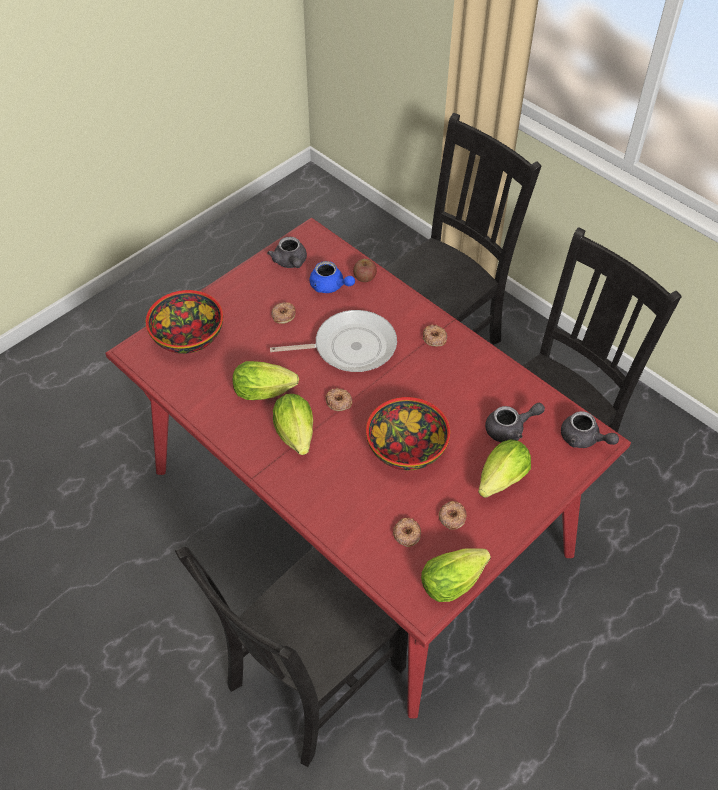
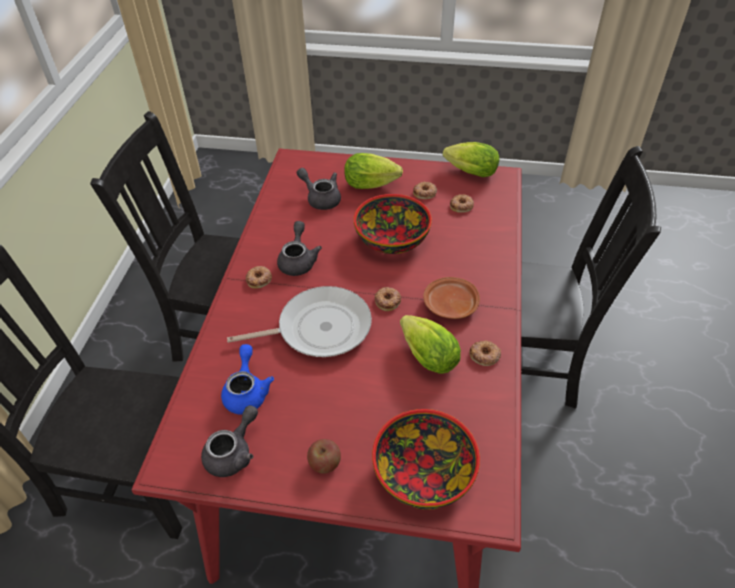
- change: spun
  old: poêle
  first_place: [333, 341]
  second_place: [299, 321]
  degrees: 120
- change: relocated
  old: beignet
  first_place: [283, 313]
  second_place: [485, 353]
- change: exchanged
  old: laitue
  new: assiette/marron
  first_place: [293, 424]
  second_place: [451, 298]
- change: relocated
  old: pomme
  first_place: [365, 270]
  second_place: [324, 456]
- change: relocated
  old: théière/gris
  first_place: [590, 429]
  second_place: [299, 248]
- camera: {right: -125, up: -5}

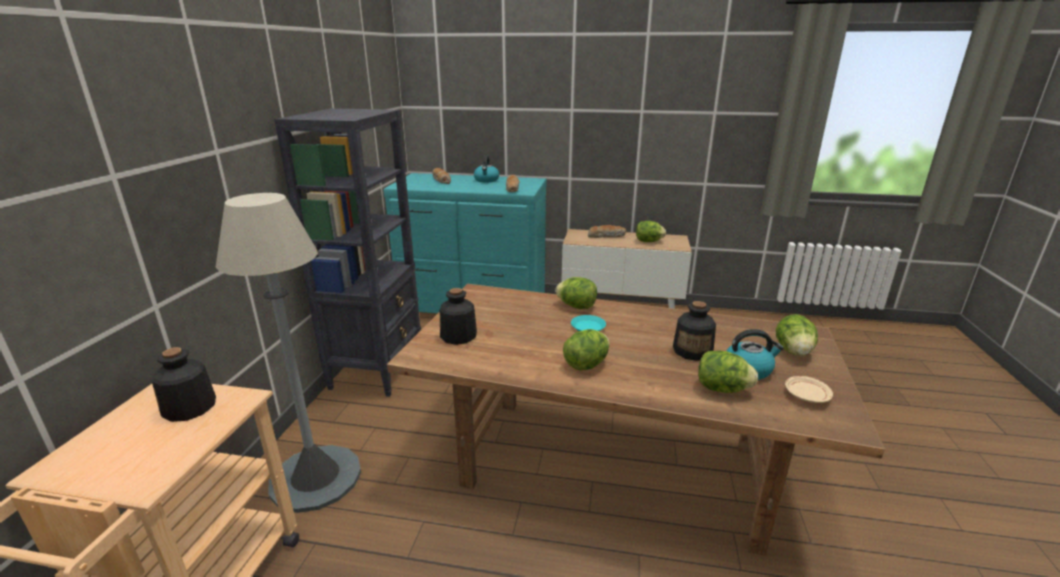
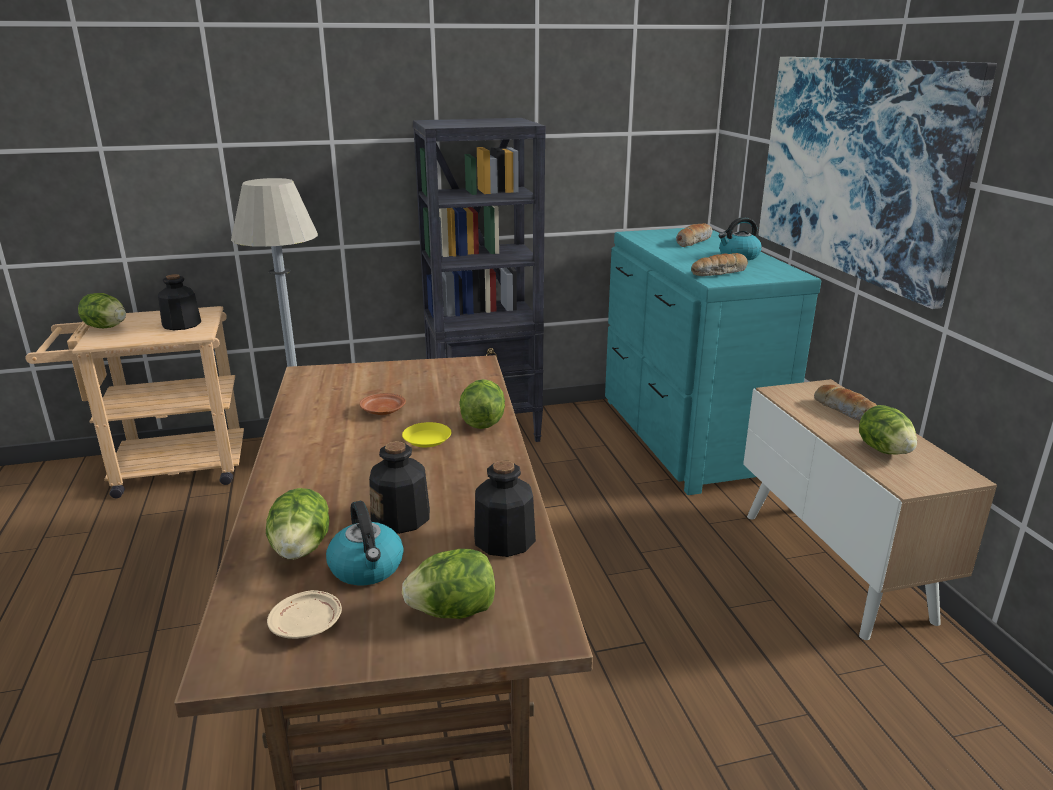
- change: relocated
  old: bouteille
  first_place: [458, 316]
  second_place: [505, 508]
- change: relocated
  old: laitue
  first_place: [586, 349]
  second_place: [102, 310]
- change: colour
  old: assiette/turquoise
  new: assiette/jaune
  first_place: [588, 323]
  second_place: [426, 434]
- change: appeared
  new: assiette/marron
  second_place: [382, 404]
- change: appeared
  new: tableau
  second_place: [878, 183]
- camera: {right: 65, up: 0}

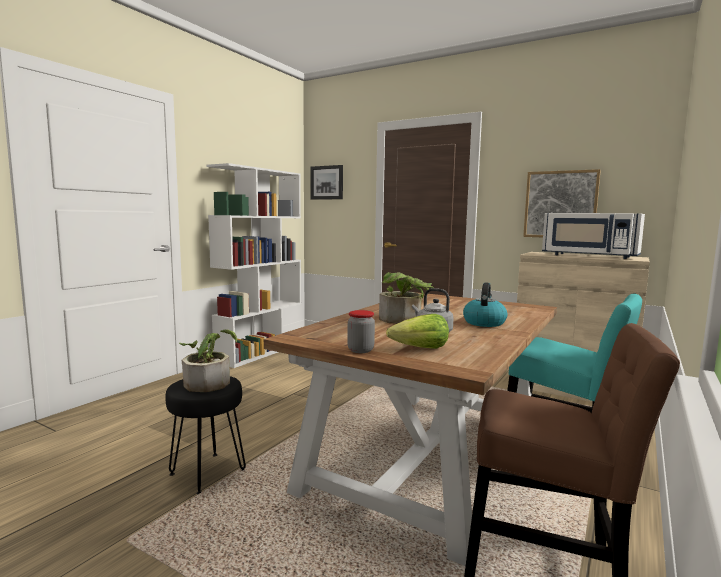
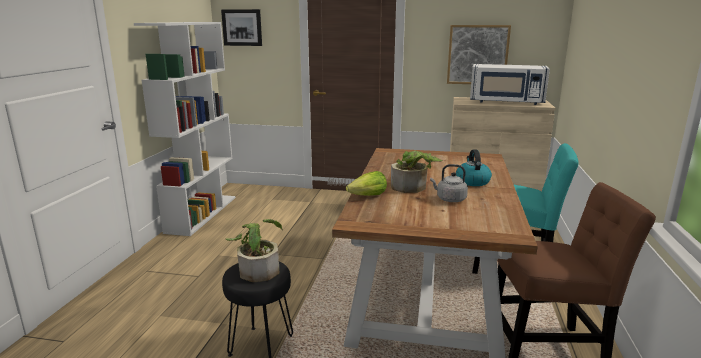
- change: missing
  old: bocal
  first_place: [361, 331]
- change: relocated
  old: laitue
  first_place: [417, 331]
  second_place: [366, 183]
- camera: {right: -20, up: 10}

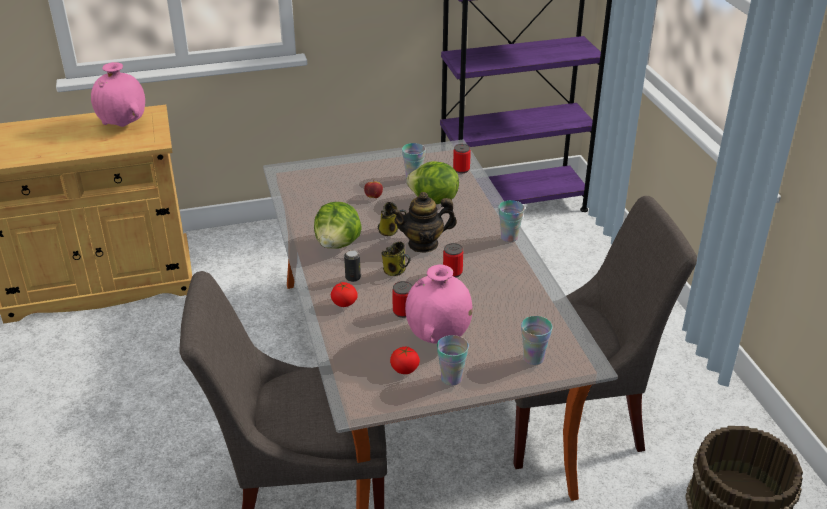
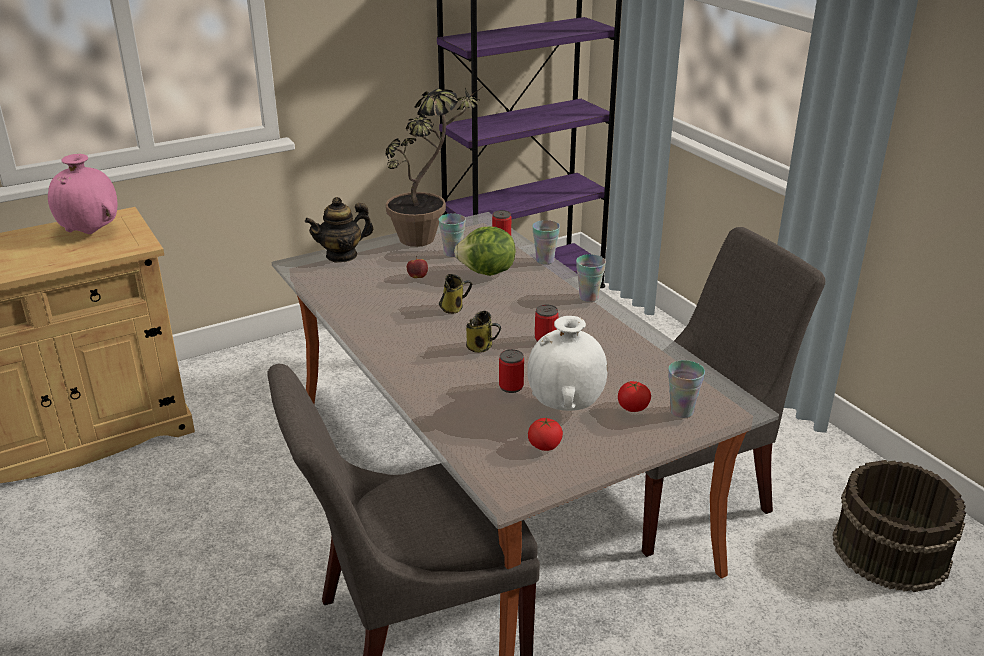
- change: missing
  old: laitue
  first_place: [338, 225]
- change: relocated
  old: tomate
  first_place: [344, 294]
  second_place: [634, 396]
- change: missing
  old: boîte métallique
  first_place: [352, 266]
- change: relocated
  old: théière
  first_place: [424, 222]
  second_place: [339, 229]
- change: colour
  old: vase/rose
  new: vase/blanc
  first_place: [439, 304]
  second_place: [567, 363]
- change: relocated
  old: tasse
  first_place: [453, 360]
  second_place: [546, 242]
- change: appeared
  new: plante en pot
  second_place: [435, 166]
- camera: {right: -15, up: -5}

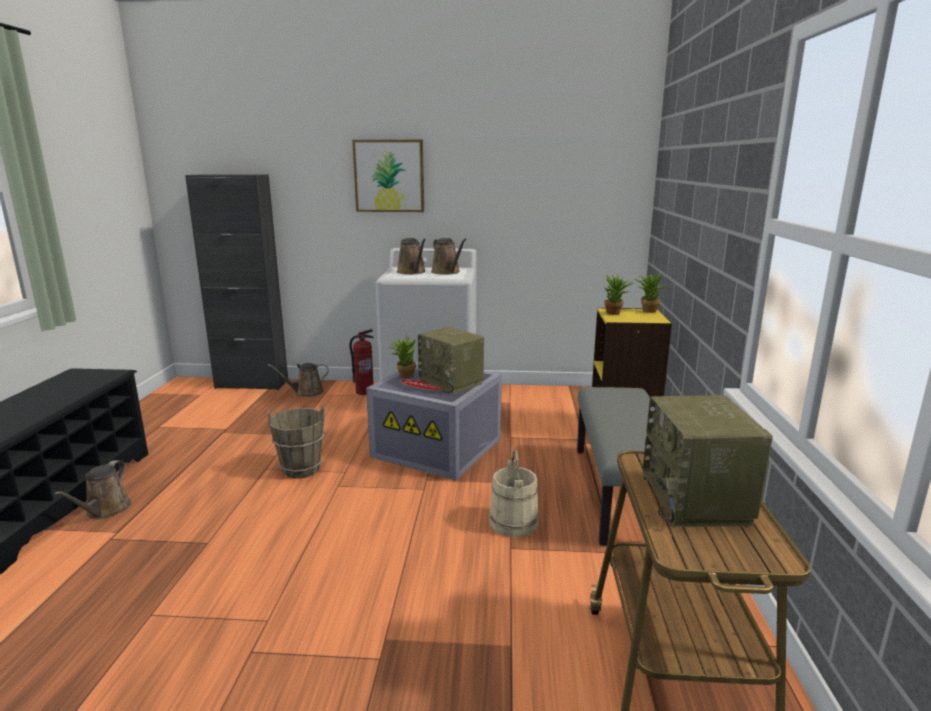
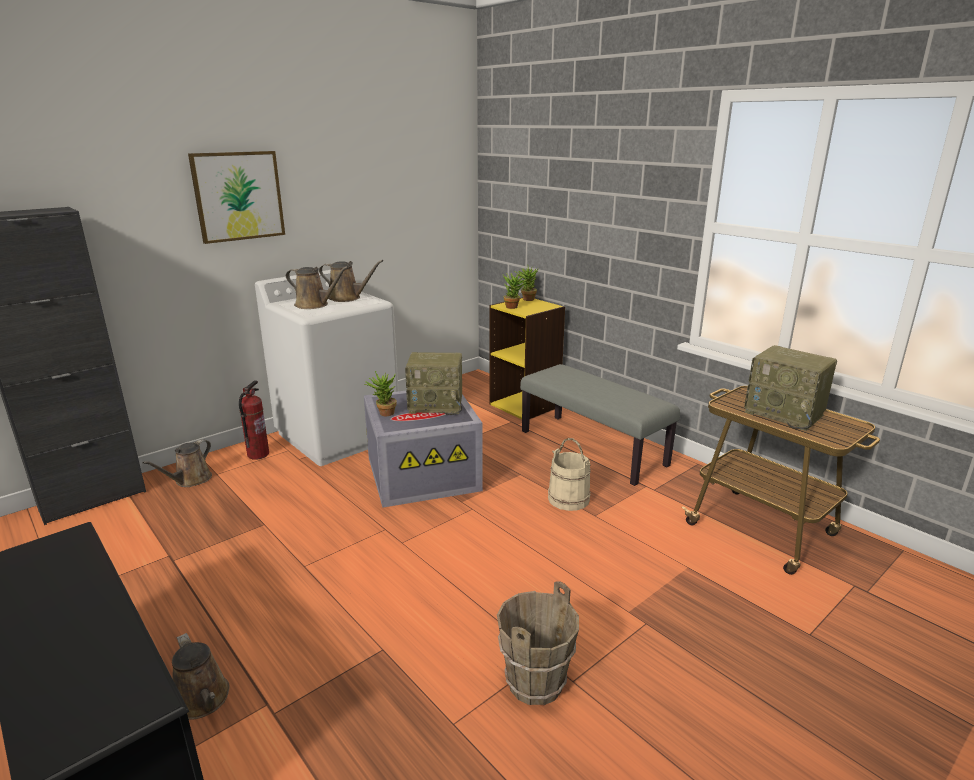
- change: relocated
  old: seau/marron
  first_place: [296, 442]
  second_place: [538, 643]
- camera: {right: -45, up: 5}

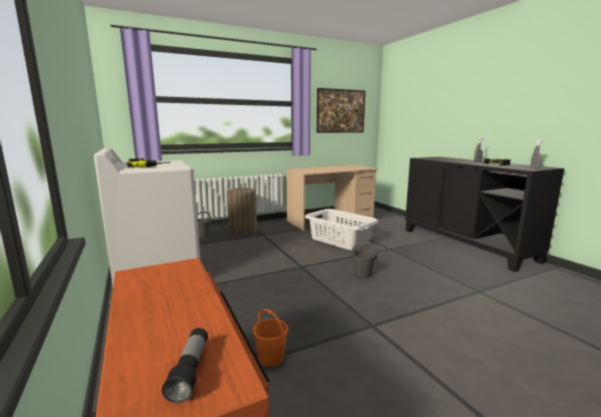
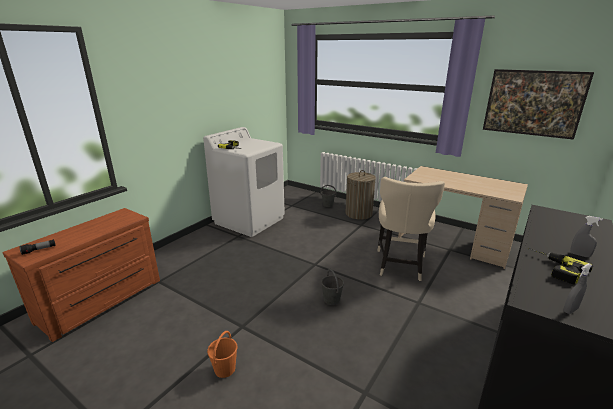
- change: relocated
  old: seau/orange
  first_place: [270, 338]
  second_place: [222, 354]
- change: exchanged
  old: panier à linge/blanc
  new: chaise/beige
  first_place: [341, 229]
  second_place: [411, 229]
- camera: {right: 60, up: 10}

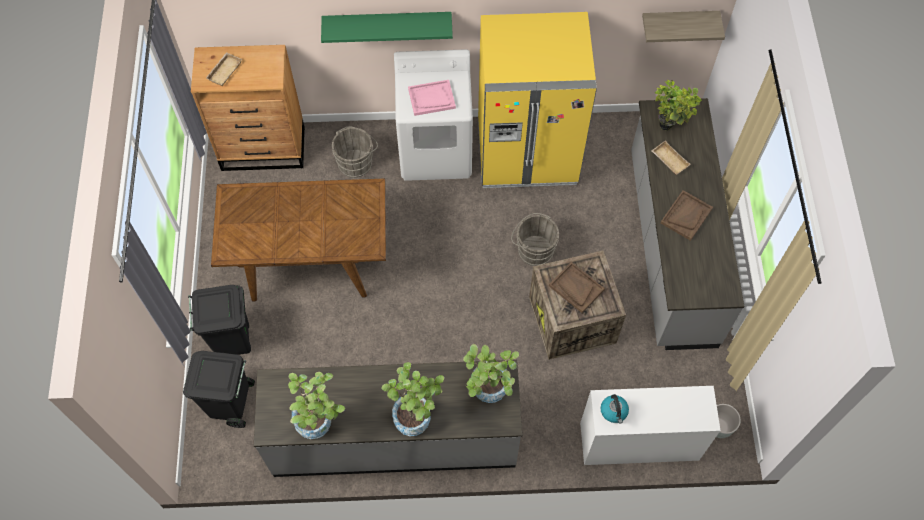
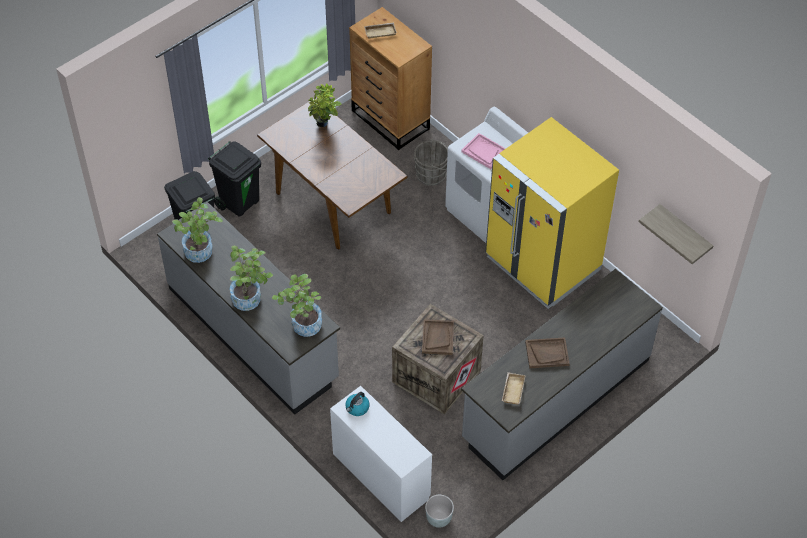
- change: missing
  old: étagère/vert
  first_place: [387, 27]
- change: missing
  old: seau/gris
  first_place: [535, 239]
- change: relocated
  old: plateau/beige
  first_place: [671, 158]
  second_place: [514, 388]
- change: relocated
  old: plante en pot
  first_place: [678, 105]
  second_place: [325, 105]
- camera: {right: 50, up: -10}

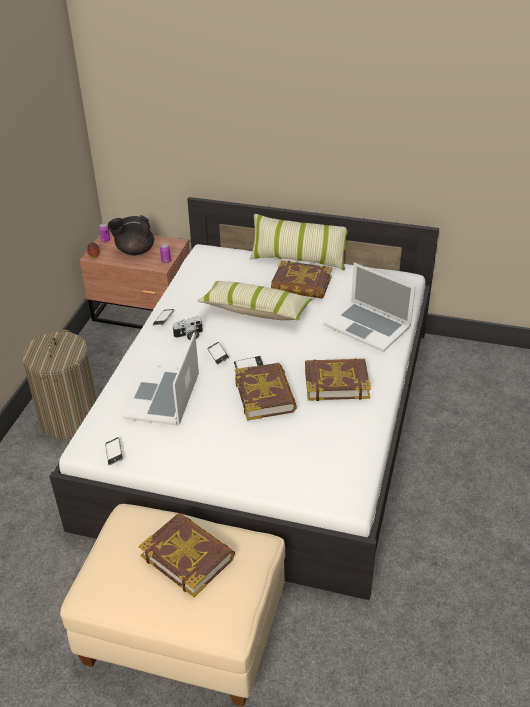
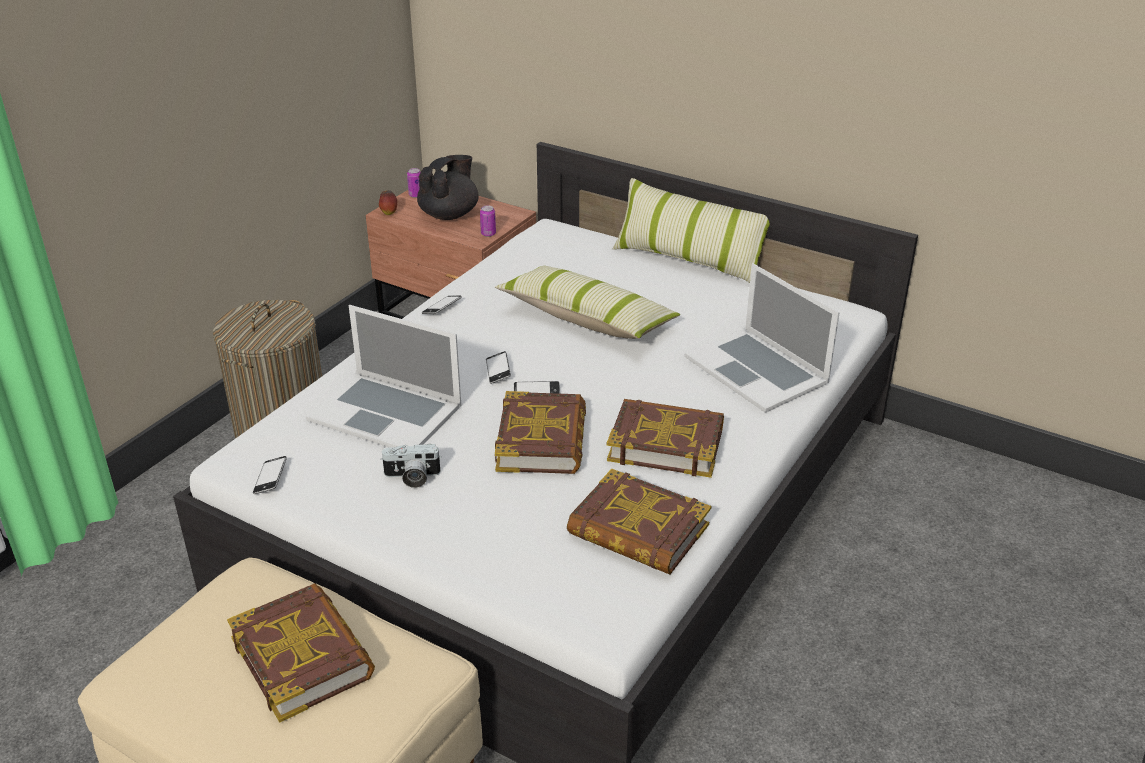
- change: spun
  old: théière/noir
  first_place: [131, 235]
  second_place: [448, 187]
  degrees: 120
- change: spun
  old: ordinateur portable
  first_place: [161, 379]
  second_place: [383, 376]
  degrees: -90
- change: relocated
  old: appareil photo
  first_place: [187, 328]
  second_place: [411, 466]
- change: relocated
  old: livre
  first_place: [301, 279]
  second_place: [639, 522]
- camera: {right: 15, up: -5}

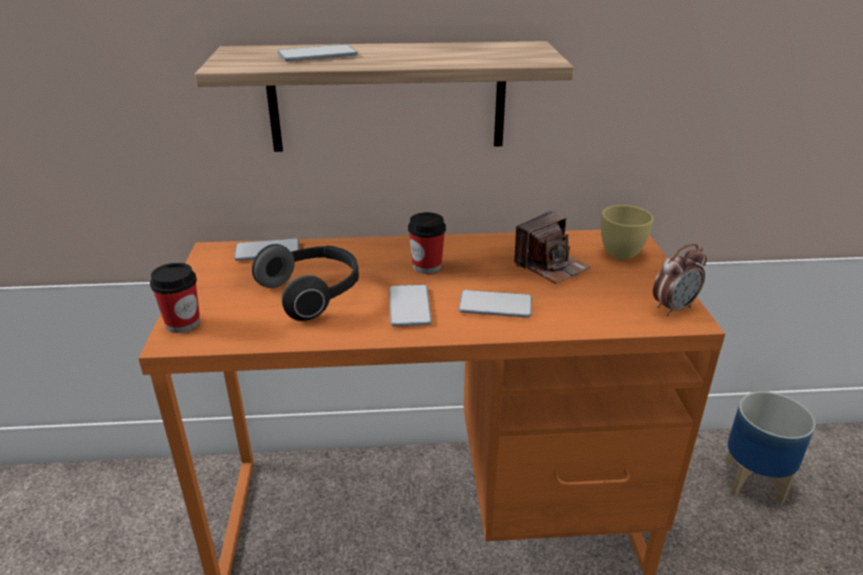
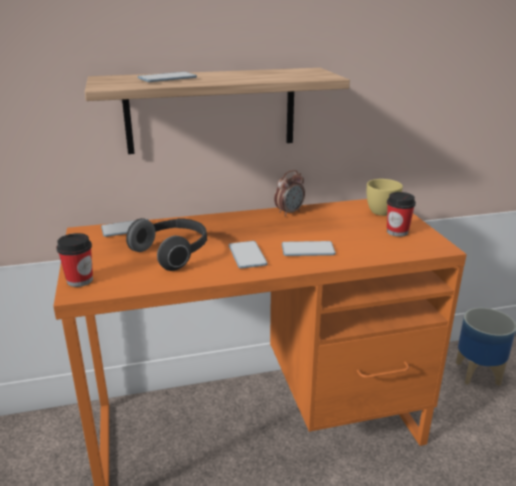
- change: relocated
  old: tasse
  first_place: [427, 243]
  second_place: [401, 214]
- change: missing
  old: appareil photo
  first_place: [552, 247]
- change: relocated
  old: réveil
  first_place: [680, 280]
  second_place: [289, 193]
- camera: {right: -10, up: -5}

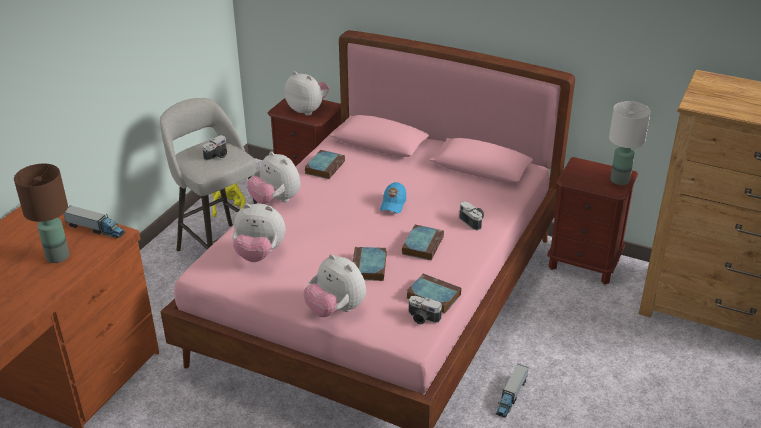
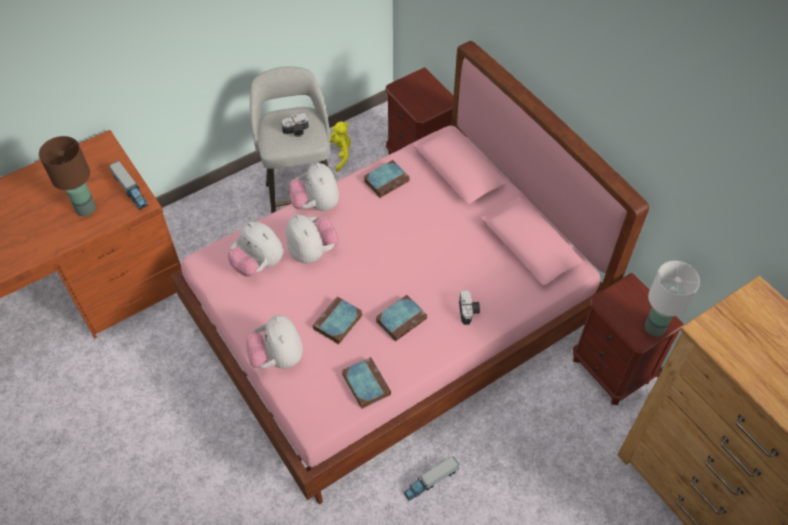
- change: relocated
  old: peluche
  first_place: [307, 93]
  second_place: [313, 238]
- change: missing
  old: casquette/bleu
  first_place: [393, 197]
- change: missing
  old: appareil photo
  first_place: [425, 310]
- camera: {right: 30, up: 20}

